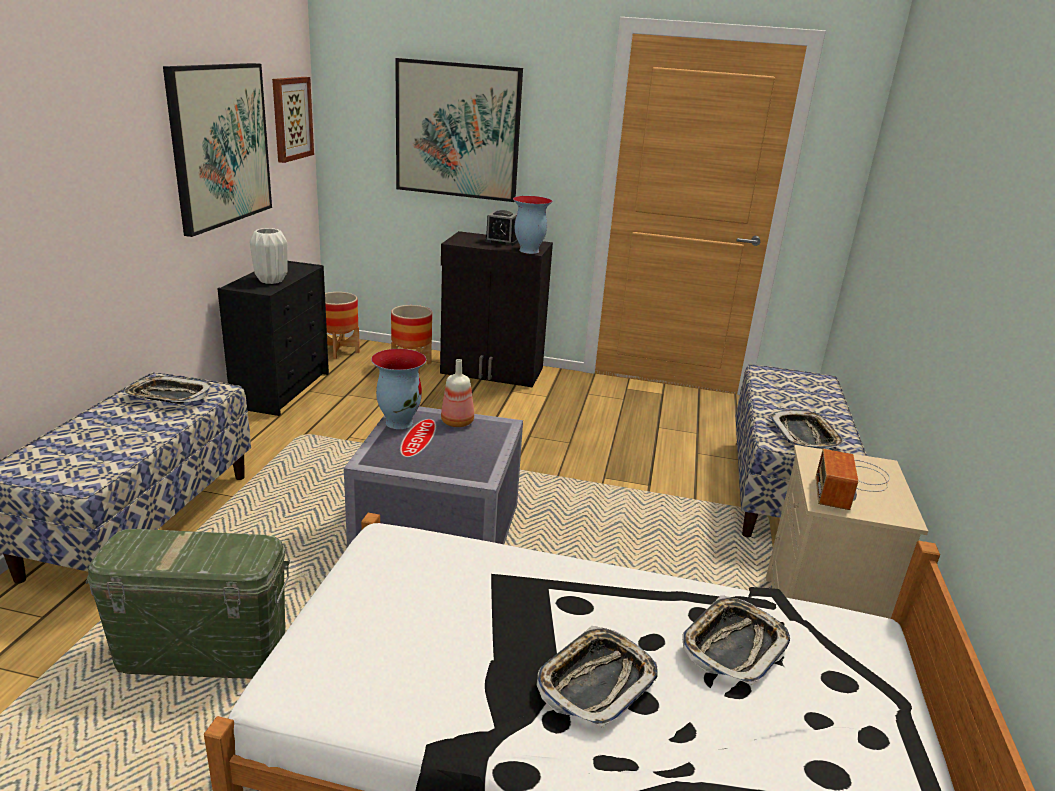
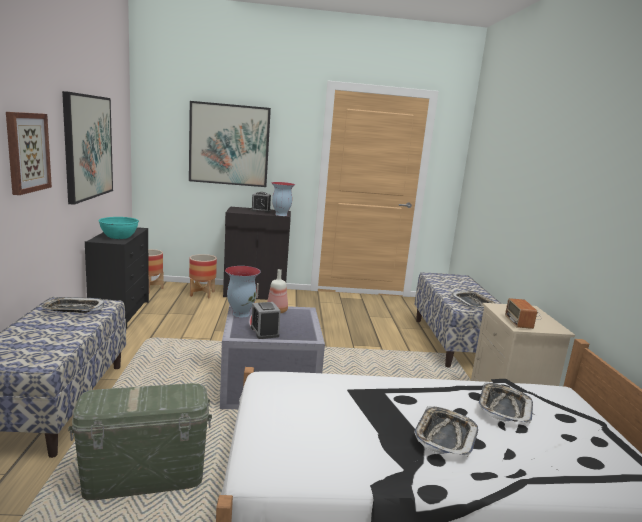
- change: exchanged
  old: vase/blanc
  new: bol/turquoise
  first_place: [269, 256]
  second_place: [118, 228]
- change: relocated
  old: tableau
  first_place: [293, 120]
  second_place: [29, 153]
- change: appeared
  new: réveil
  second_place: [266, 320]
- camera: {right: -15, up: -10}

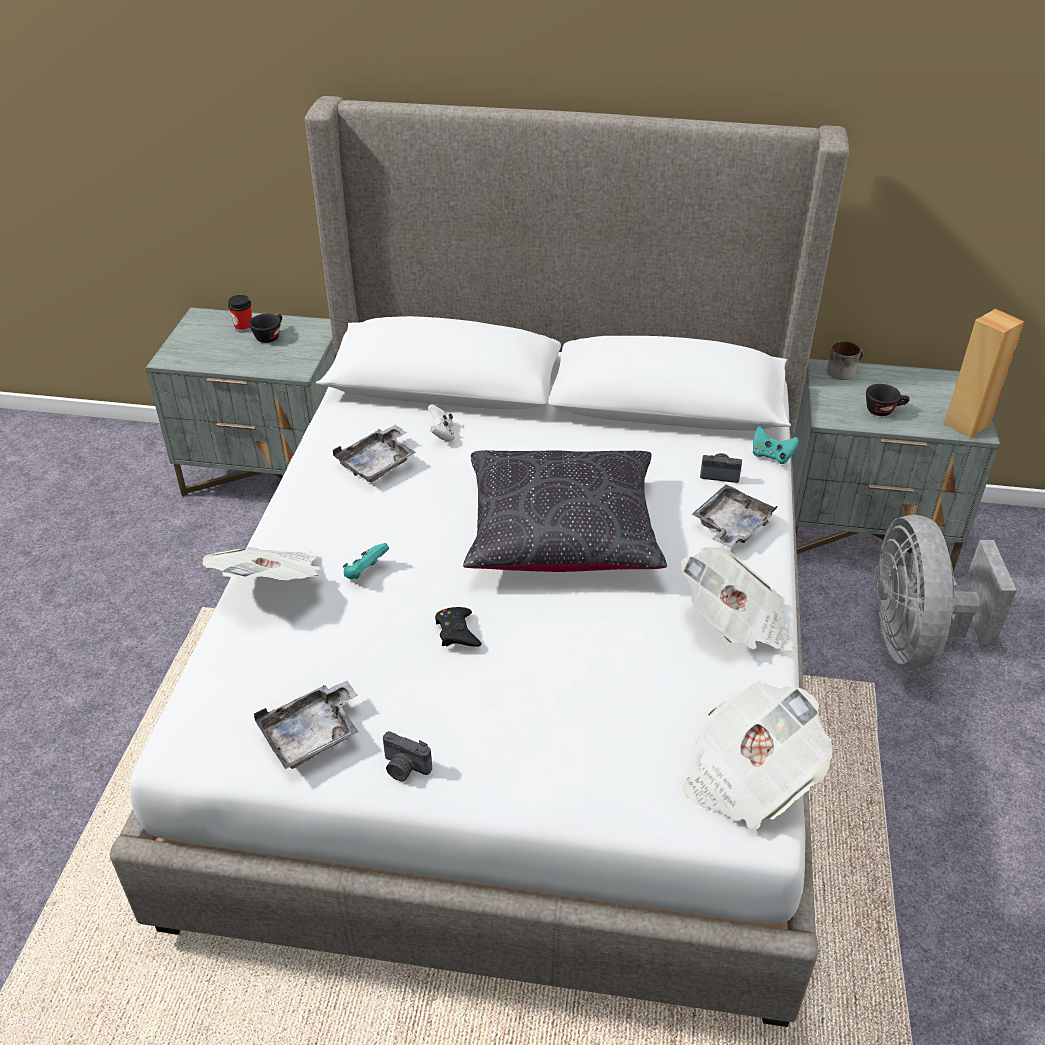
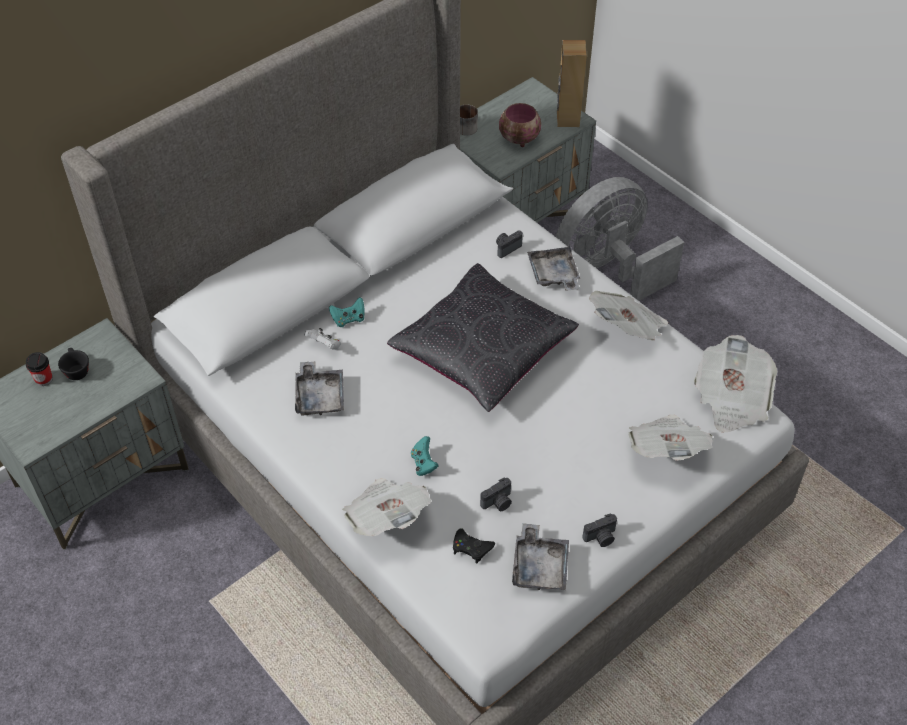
- change: relocated
  old: manette/noir
  first_place: [458, 627]
  second_place: [474, 546]
- change: relocated
  old: manette/turquoise
  first_place: [776, 445]
  second_place: [347, 312]
- change: exchanged
  old: tasse/noir
  new: bol
  first_place: [888, 400]
  second_place: [520, 125]
- change: spun
  old: ventilateur/gris
  first_place: [945, 591]
  second_place: [620, 239]
  degrees: 105
- change: appeared
  new: appareil photo
  second_place: [496, 494]
- change: appeared
  new: journal
  second_place: [670, 438]
- camera: {right: -50, up: 10}

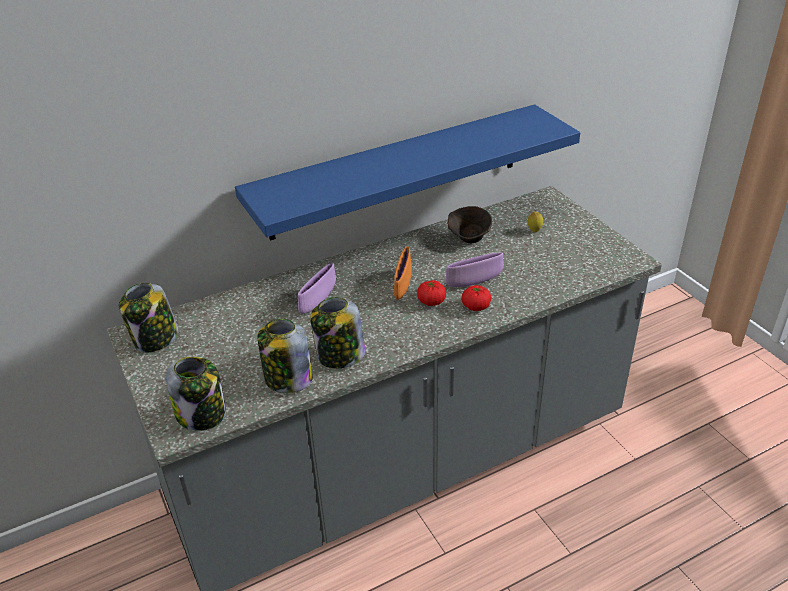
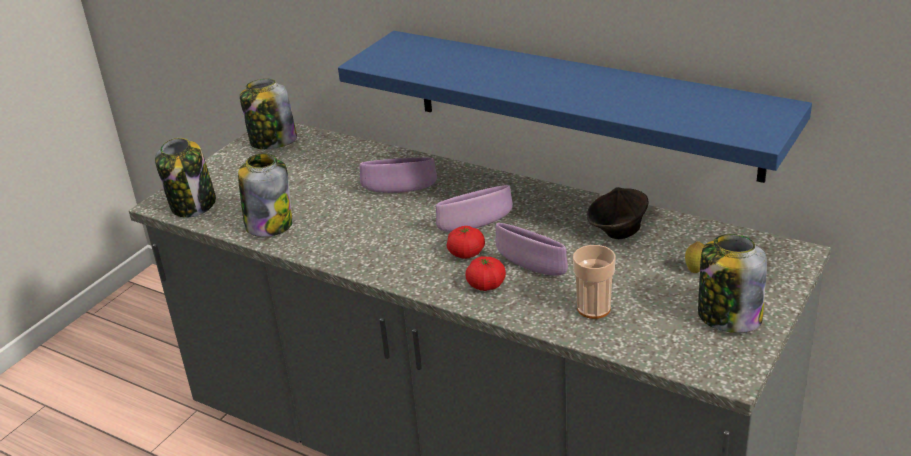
- change: relocated
  old: bocal
  first_place: [338, 333]
  second_place: [732, 283]
- change: colour
  old: bol/orange
  new: bol/violet
  first_place: [403, 273]
  second_place: [474, 208]
- change: appeared
  new: tasse
  second_place: [594, 282]
- camera: {right: 60, up: -5}

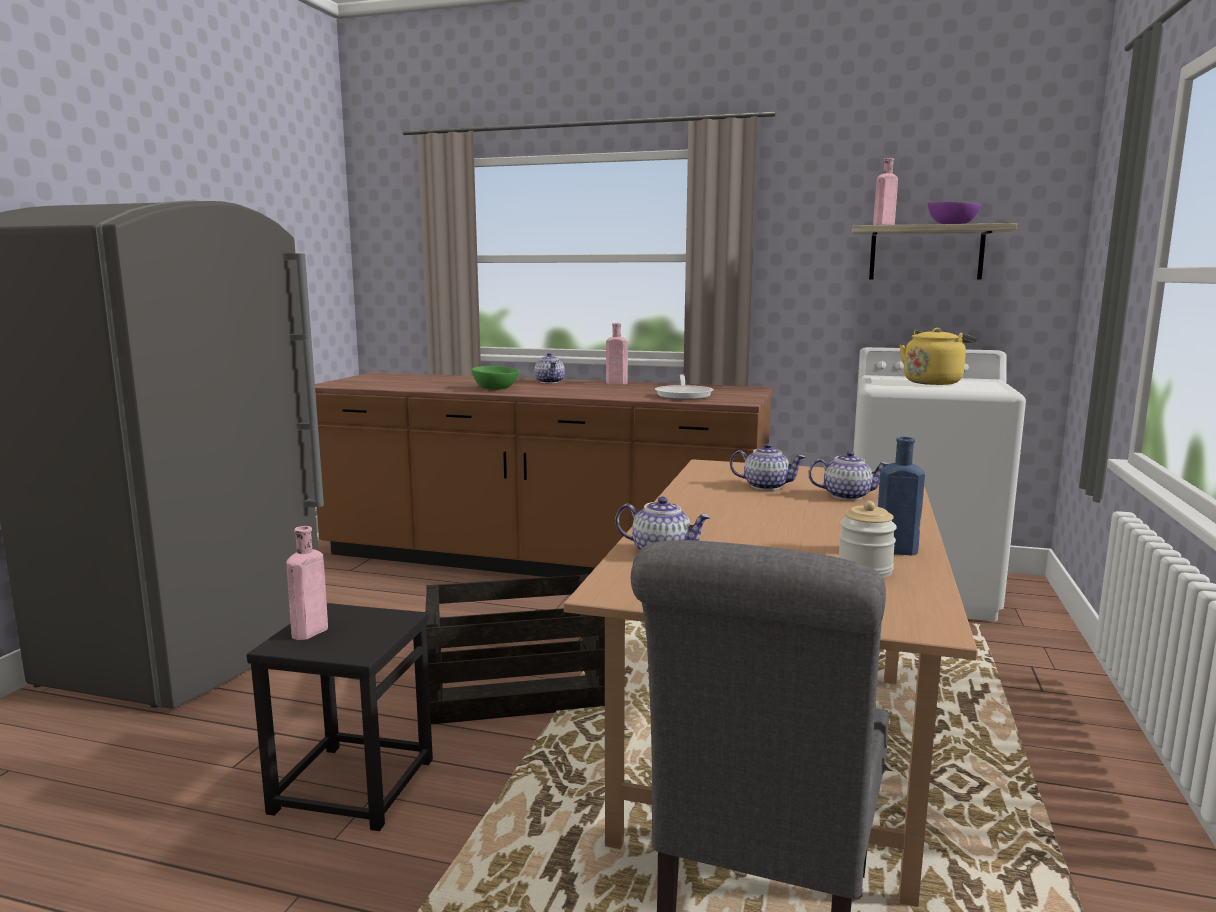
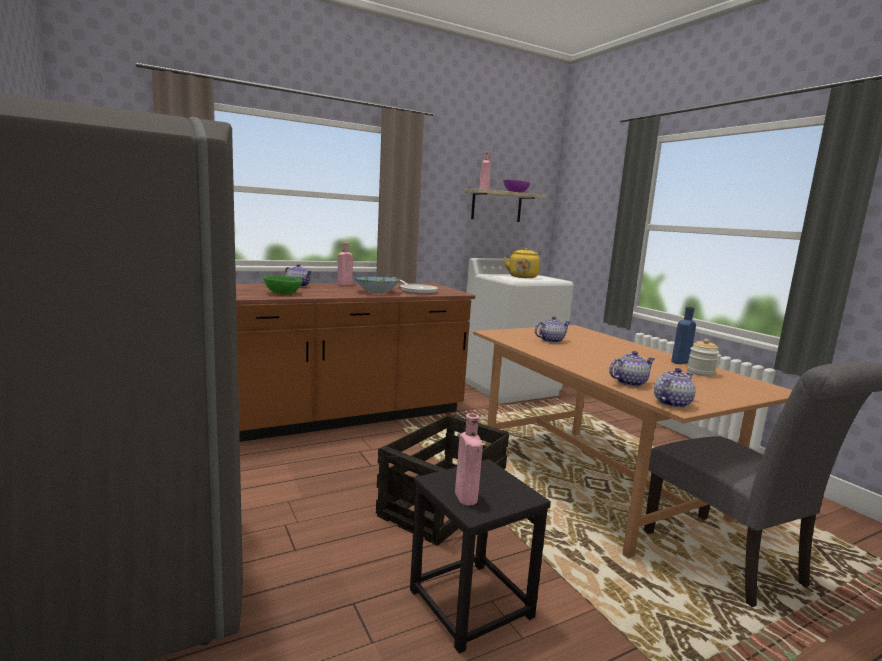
- change: relocated
  old: théière
  first_place: [848, 475]
  second_place: [675, 388]
- change: appeared
  new: bol
  second_place: [377, 284]
- camera: {right: -45, up: 0}

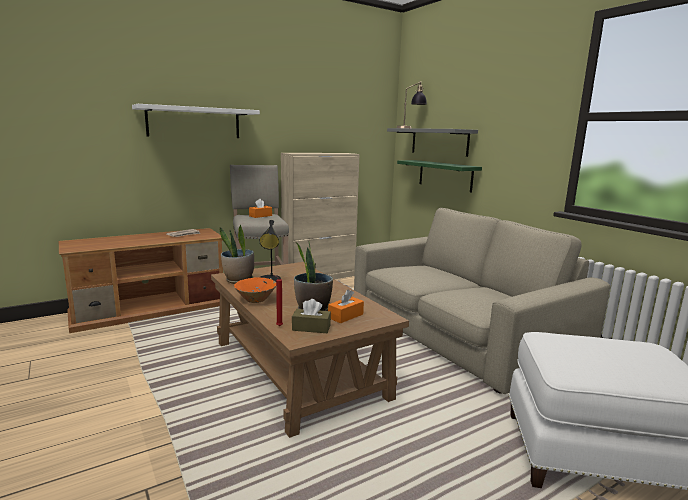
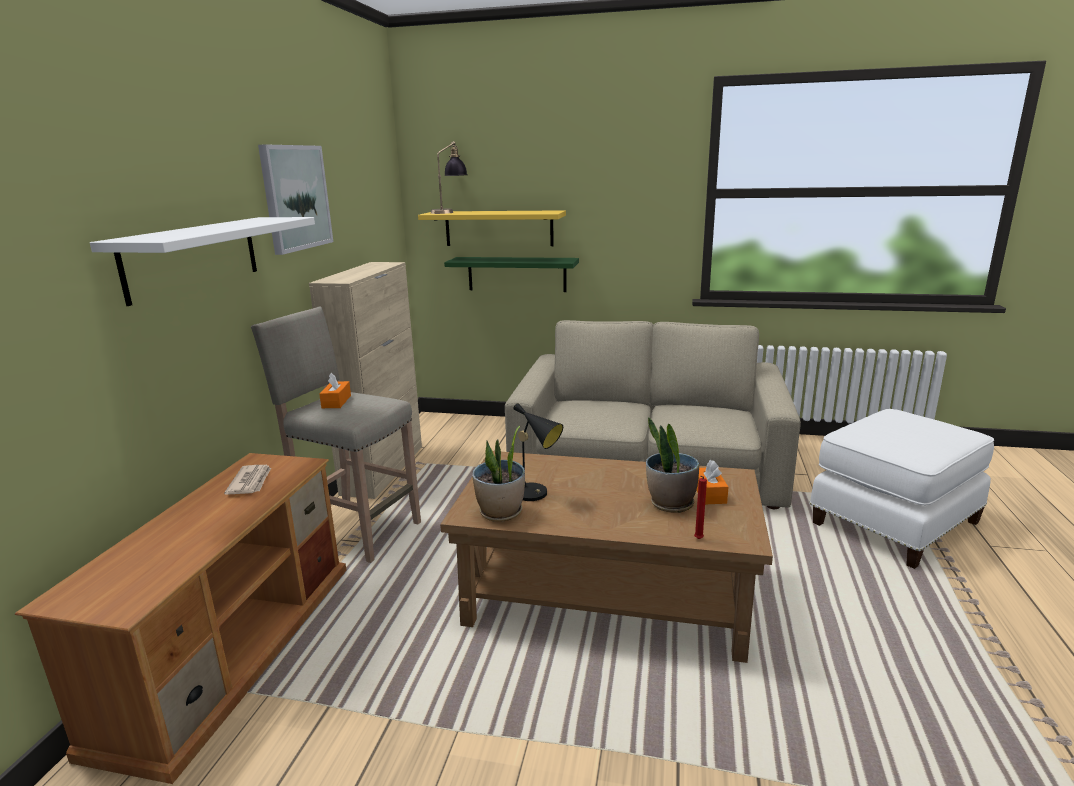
- change: missing
  old: bol/orange
  first_place: [255, 290]
- change: missing
  old: boîte à mouchoirs/marron
  first_place: [311, 316]
- change: colour
  old: étagère/gris
  new: étagère/jaune
  first_place: [432, 142]
  second_place: [492, 228]
- change: appeared
  new: tableau
  second_place: [295, 199]
- camera: {right: -45, up: 5}

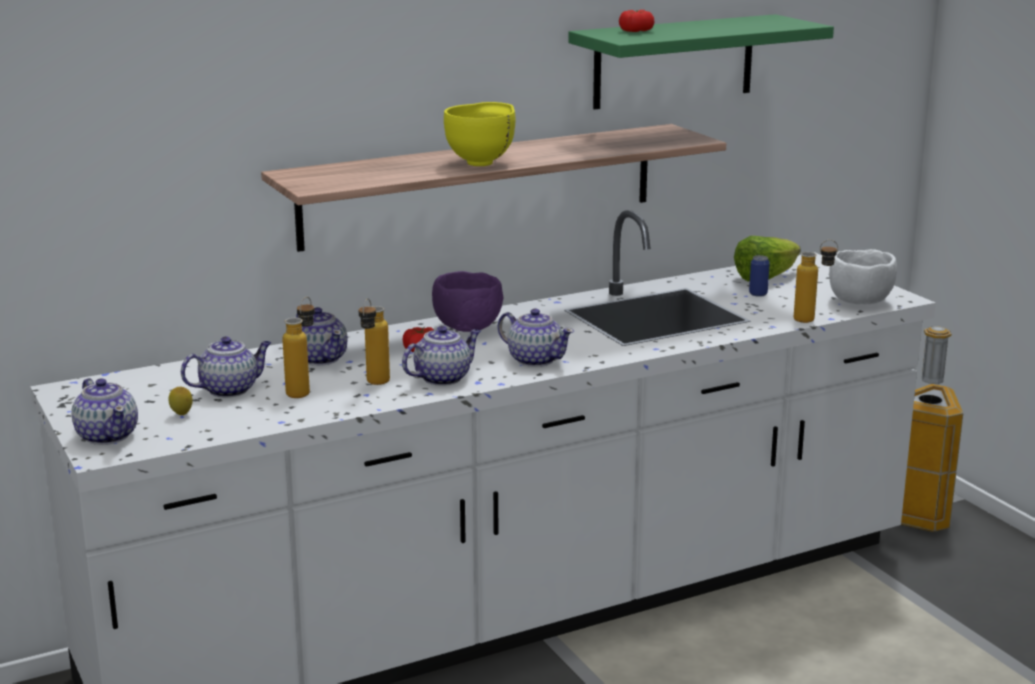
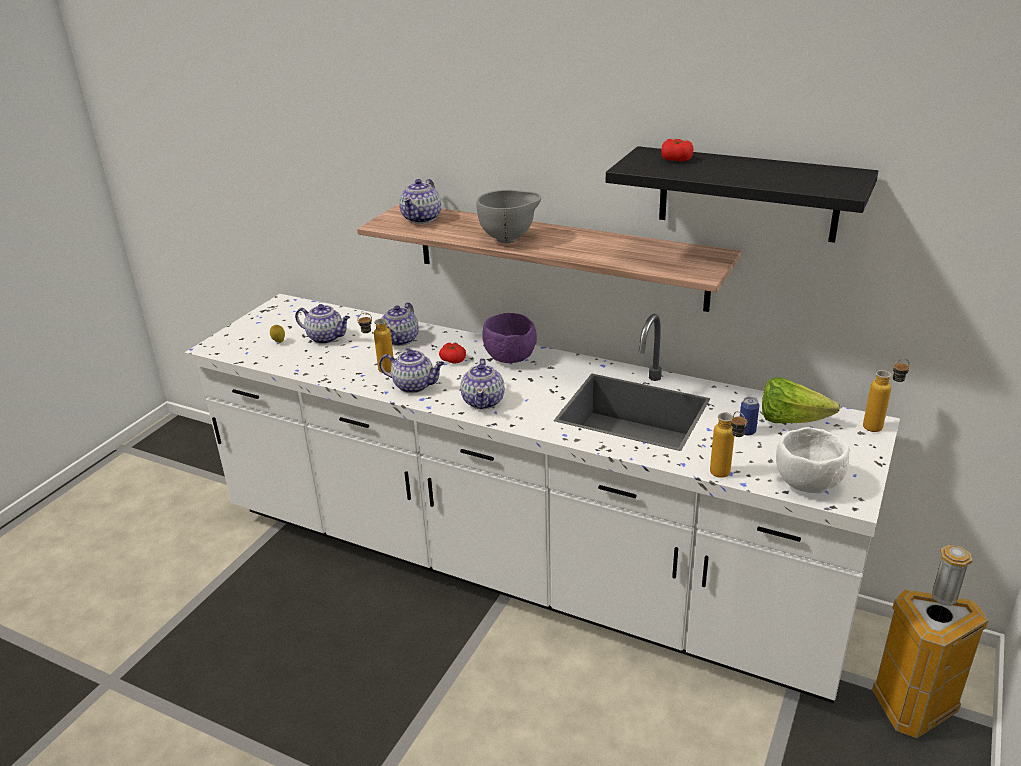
- change: relocated
  old: théière
  first_place: [104, 411]
  second_place: [420, 201]
- change: relocated
  old: bouteille
  first_place: [298, 347]
  second_place: [886, 395]
- change: colour
  old: bol/jaune
  new: bol/gris
  first_place: [480, 134]
  second_place: [508, 216]
- change: colour
  old: étagère/vert
  new: étagère/noir
  first_place: [701, 62]
  second_place: [742, 194]
- camera: {right: 55, up: 10}

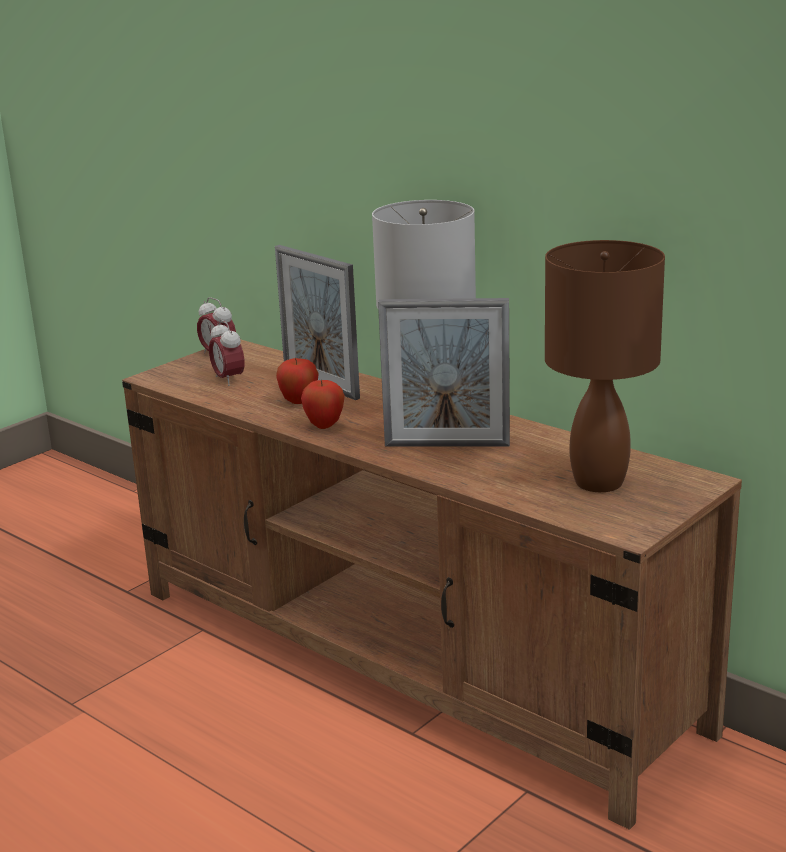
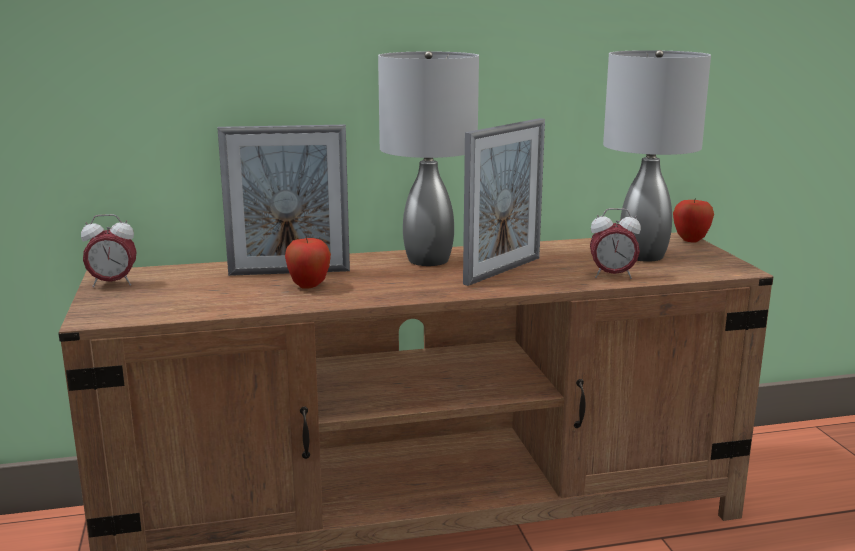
- change: relocated
  old: réveil
  first_place: [226, 352]
  second_place: [615, 243]
- change: relocated
  old: pomme
  first_place: [323, 404]
  second_place: [693, 220]
- change: colour
  old: lampe de table/marron
  new: lampe de table/gris
  first_place: [605, 366]
  second_place: [657, 156]
- camera: {right: -55, up: -5}

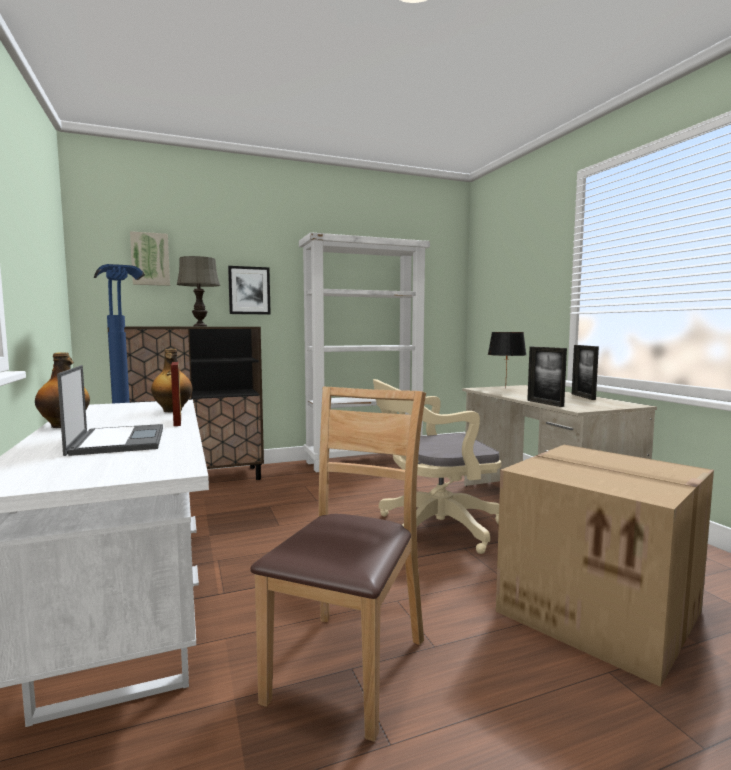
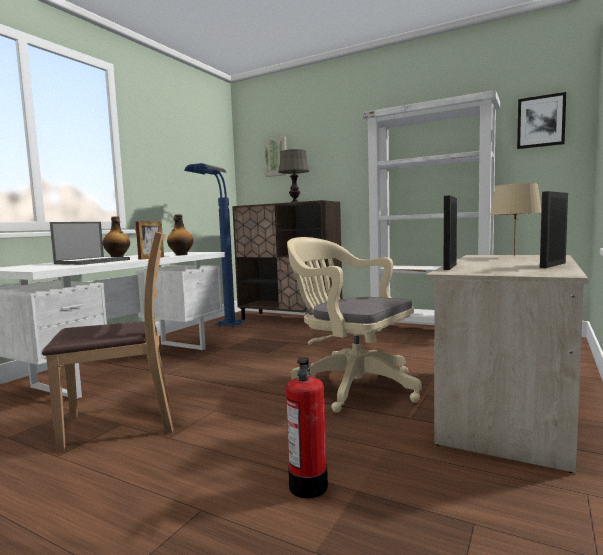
- change: relocated
  old: tableau
  first_place: [249, 290]
  second_place: [541, 120]
- change: colour
  old: lampe de table/noir
  new: lampe de table/beige
  first_place: [507, 353]
  second_place: [515, 219]
- change: exchanged
  old: carton
  new: extincteur
  first_place: [605, 566]
  second_place: [307, 428]
- camera: {right: 50, up: 0}

